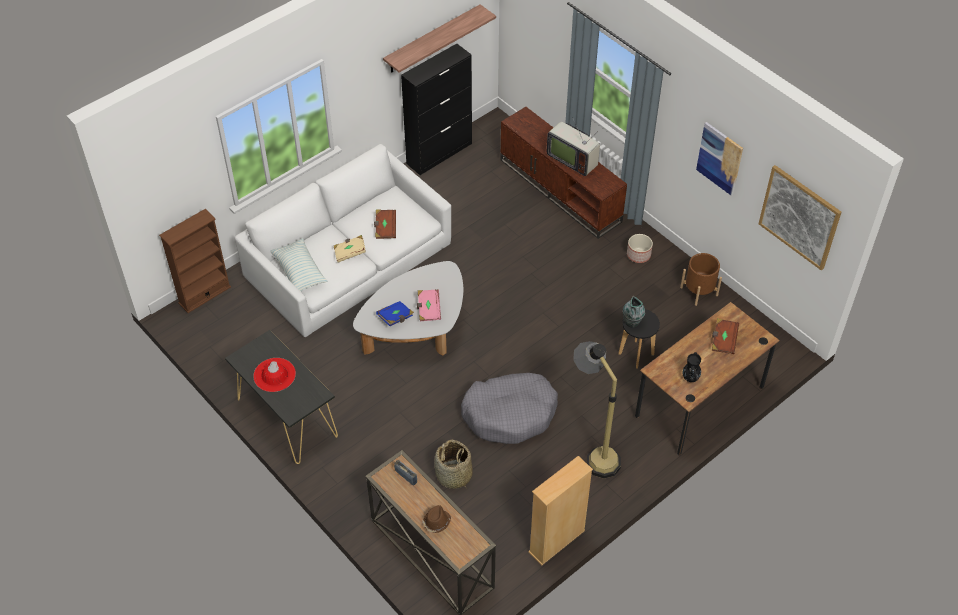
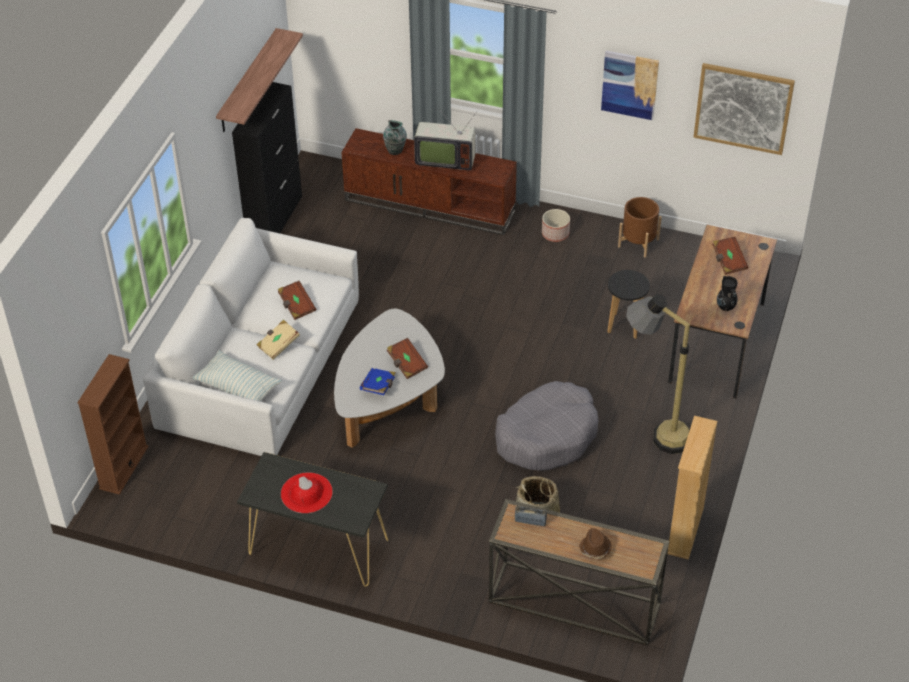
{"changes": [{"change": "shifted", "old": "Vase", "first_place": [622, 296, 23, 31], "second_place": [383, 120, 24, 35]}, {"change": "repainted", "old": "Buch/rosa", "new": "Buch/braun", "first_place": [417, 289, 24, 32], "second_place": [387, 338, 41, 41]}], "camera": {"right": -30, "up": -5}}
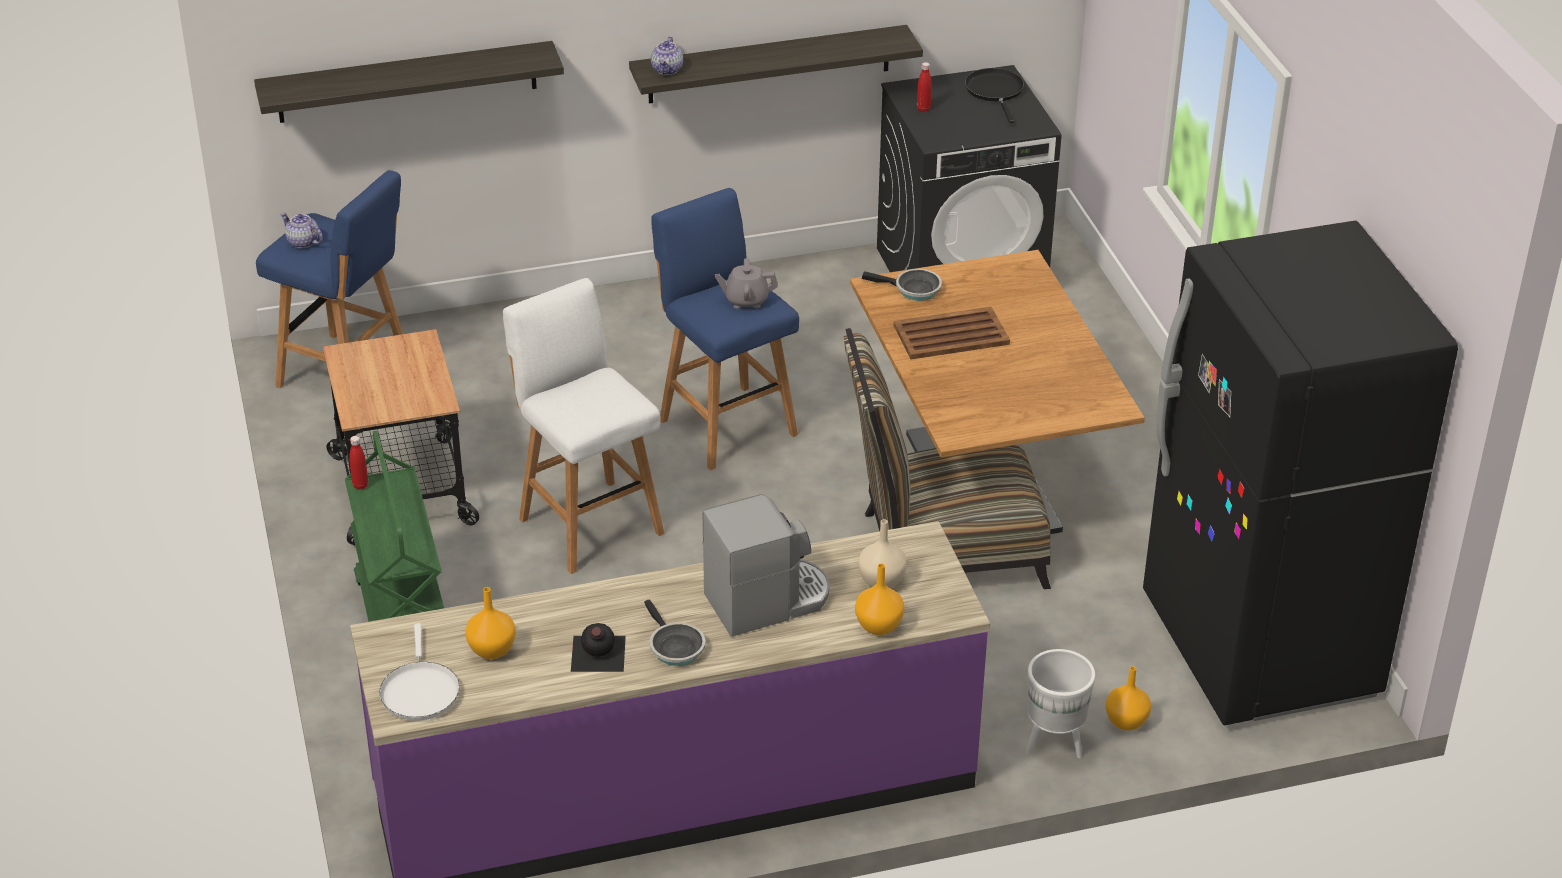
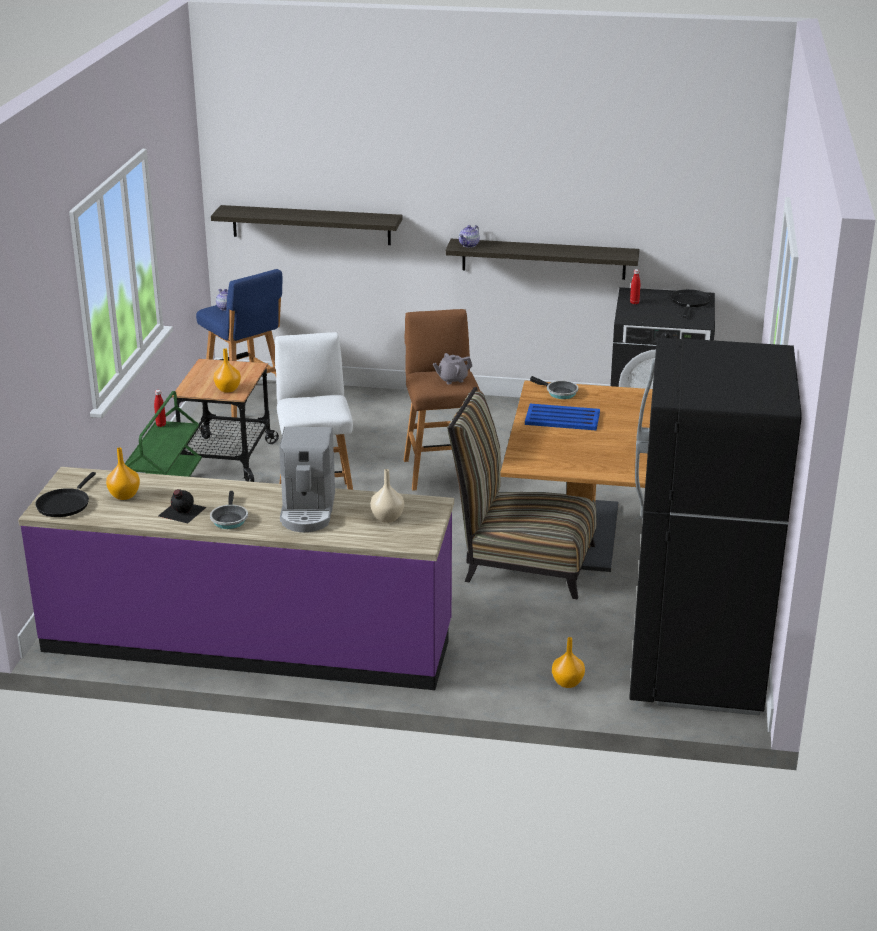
{"changes": [{"change": "repainted", "old": "Pfanne/weiß", "new": "Pfanne/schwarz", "first_place": [379, 623, 81, 98], "second_place": [35, 472, 61, 45]}, {"change": "shifted", "old": "Vase/orange", "first_place": [855, 564, 49, 71], "second_place": [214, 348, 27, 45]}, {"change": "rotated", "old": "Kaffeemaschine", "first_place": [702, 494, 128, 143], "second_place": [279, 427, 56, 105], "degrees": 90}, {"change": "repainted", "old": "Hocker/blau", "new": "Hocker/braun", "first_place": [651, 188, 148, 283], "second_place": [404, 309, 76, 182]}, {"change": "rotated", "old": "Teekanne/grau", "first_place": [715, 258, 63, 51], "second_place": [433, 353, 39, 31], "degrees": -45}, {"change": "repainted", "old": "Tablett/braun", "new": "Tablett/blau", "first_place": [894, 307, 116, 53], "second_place": [525, 404, 75, 27]}, {"change": "gone", "old": "Pflanzkübel/weiß", "first_place": [1025, 649, 70, 110]}], "camera": {"right": 25, "up": -10}}
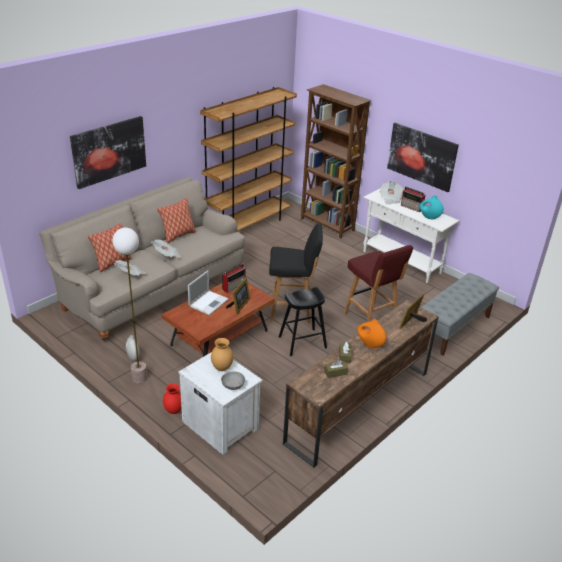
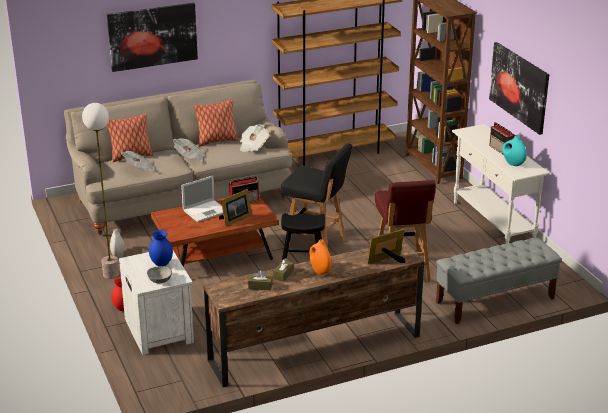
{"changes": [{"change": "repainted", "old": "Vase/braun", "new": "Vase/blau", "first_place": [211, 338, 22, 33], "second_place": [149, 230, 24, 36]}, {"change": "shifted", "old": "Zeitung", "first_place": [379, 181, 25, 24], "second_place": [240, 124, 29, 28]}], "camera": {"right": 25, "up": -5}}
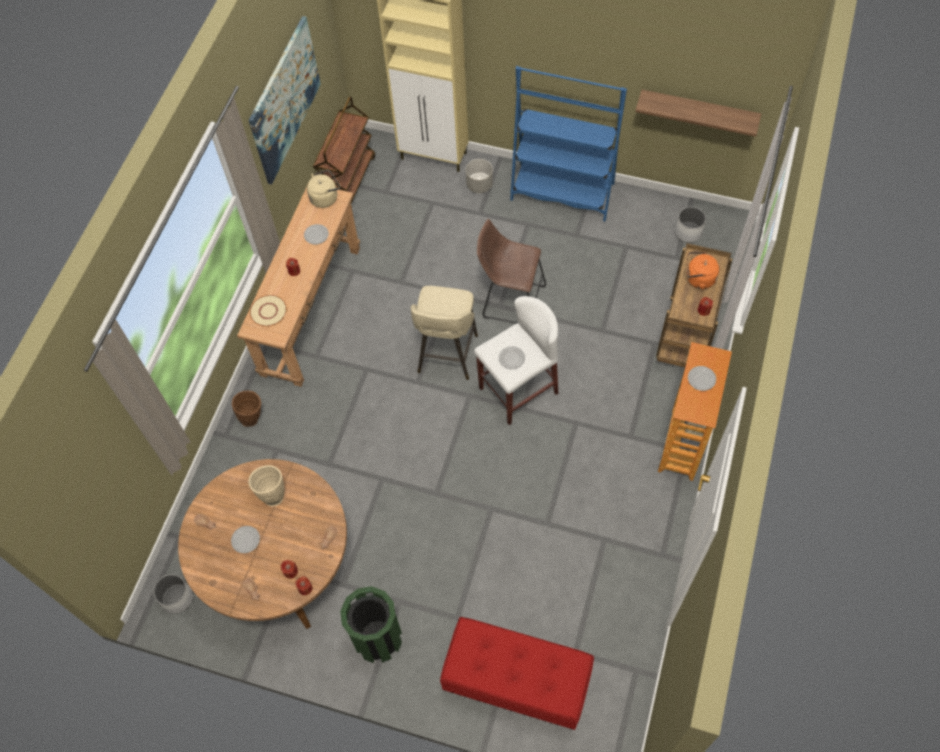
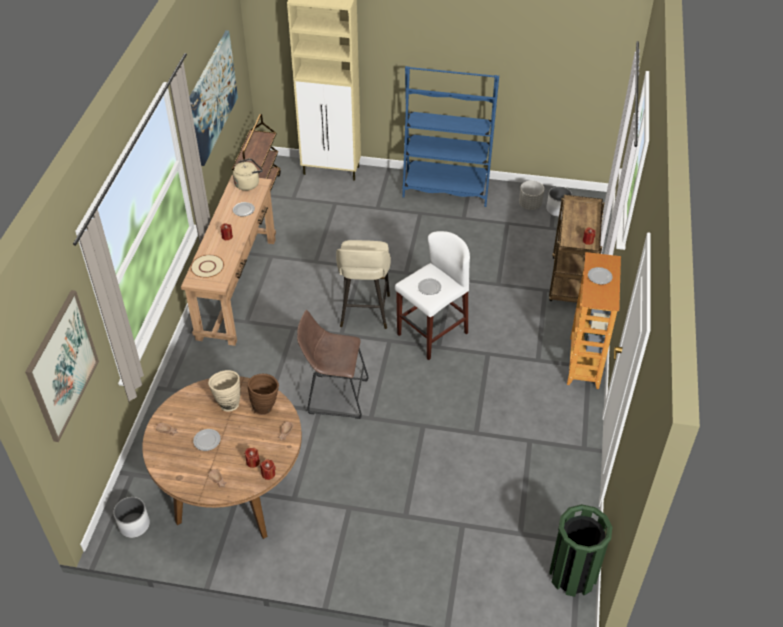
{"changes": [{"change": "new", "new": "Bild", "second_place": [25, 290, 74, 152]}, {"change": "shifted", "old": "Vase/braun", "first_place": [232, 391, 29, 36], "second_place": [248, 374, 31, 41]}, {"change": "shifted", "old": "Hocker/braun", "first_place": [477, 219, 69, 105], "second_place": [297, 310, 71, 109]}, {"change": "shifted", "old": "Pflanzkübel/grau", "first_place": [466, 159, 27, 34], "second_place": [519, 181, 25, 29]}, {"change": "shifted", "old": "Mülleimer/grün", "first_place": [340, 586, 62, 77], "second_place": [549, 504, 63, 93]}, {"change": "gone", "old": "Bank/rot", "first_place": [440, 617, 154, 113]}, {"change": "gone", "old": "Wandregal", "first_place": [635, 90, 126, 47]}, {"change": "gone", "old": "Wasserkessel/orange", "first_place": [687, 252, 32, 38]}], "camera": {"right": -10, "up": -15}}
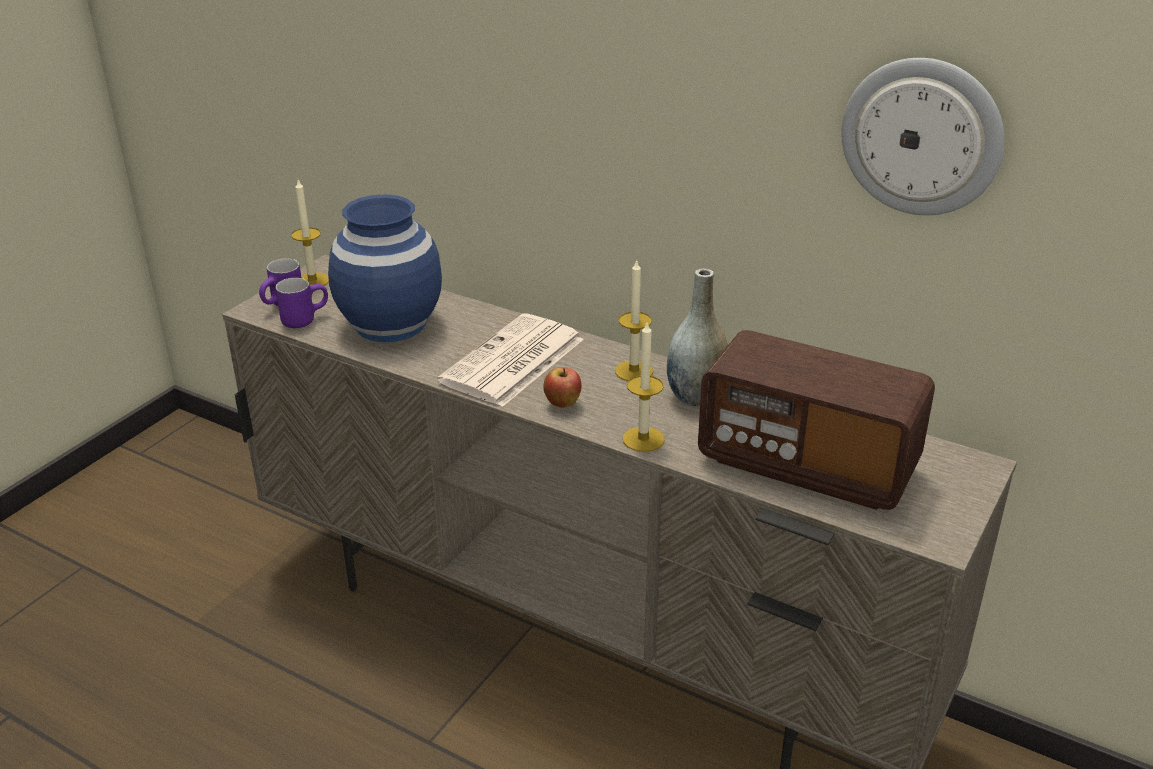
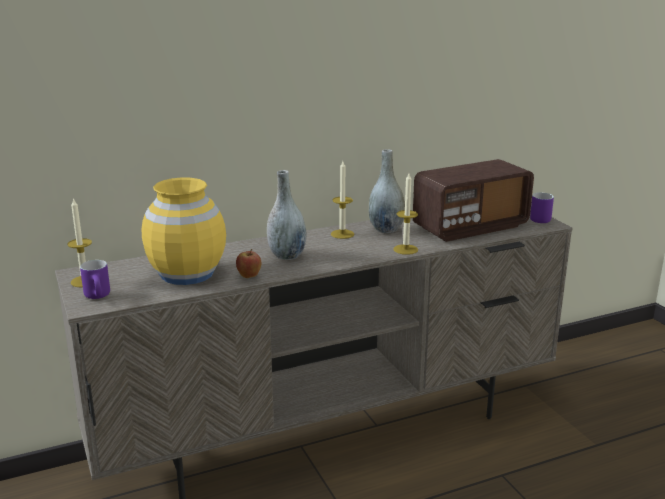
{"changes": [{"change": "repainted", "old": "Vase/blau", "new": "Vase/gelb", "first_place": [328, 194, 114, 148], "second_place": [141, 177, 85, 108]}, {"change": "shifted", "old": "Apfel", "first_place": [543, 367, 38, 41], "second_place": [236, 249, 25, 29]}, {"change": "swapped", "old": "Zeitung", "new": "Vase/grau", "first_place": [437, 313, 147, 94], "second_place": [267, 170, 40, 90]}, {"change": "shifted", "old": "Henkelbecher/lila", "first_place": [276, 278, 52, 50], "second_place": [530, 193, 24, 30]}, {"change": "gone", "old": "Wanduhr", "first_place": [841, 58, 164, 157]}], "camera": {"right": -55, "up": -10}}
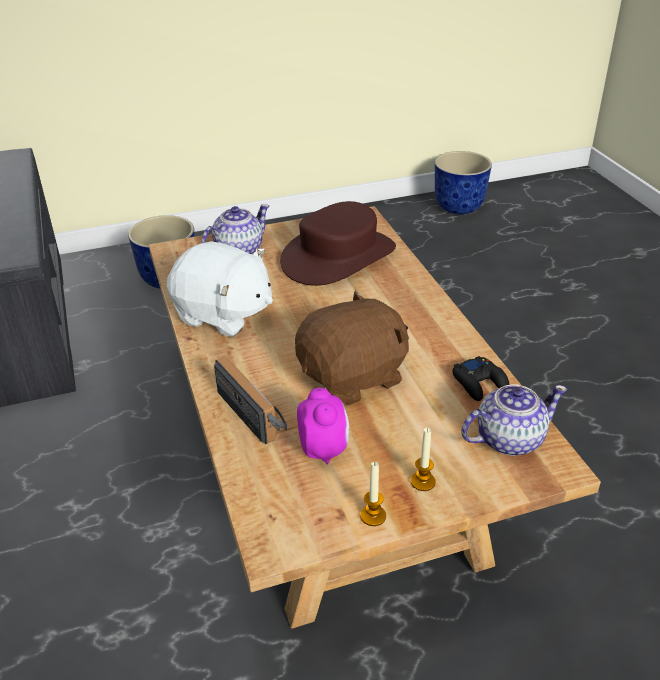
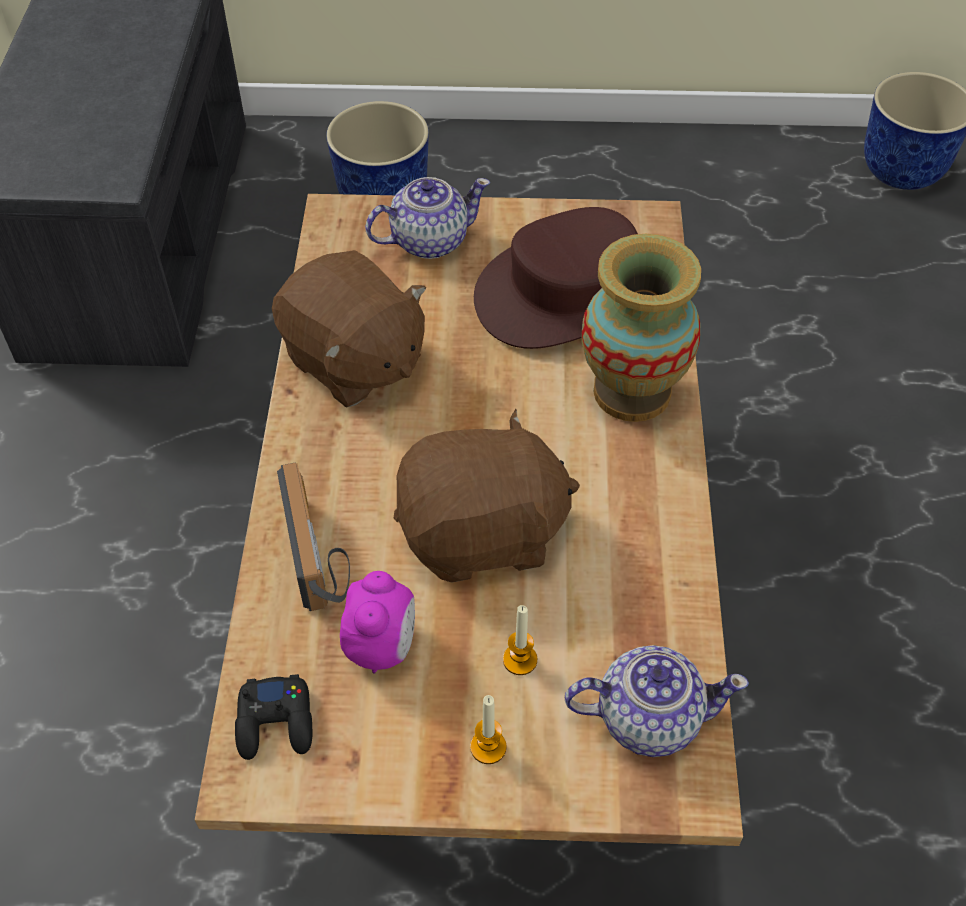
{"changes": [{"change": "shifted", "old": "Gamepad/schwarz", "first_place": [452, 356, 57, 45], "second_place": [235, 674, 77, 86]}, {"change": "repainted", "old": "Plüschtier/weiß", "new": "Plüschtier/braun", "first_place": [167, 241, 106, 96], "second_place": [272, 250, 154, 158]}, {"change": "shifted", "old": "Kerze", "first_place": [360, 462, 26, 64], "second_place": [503, 605, 34, 70]}, {"change": "new", "new": "Vase", "second_place": [581, 234, 120, 188]}], "camera": {"right": 20, "up": 15}}
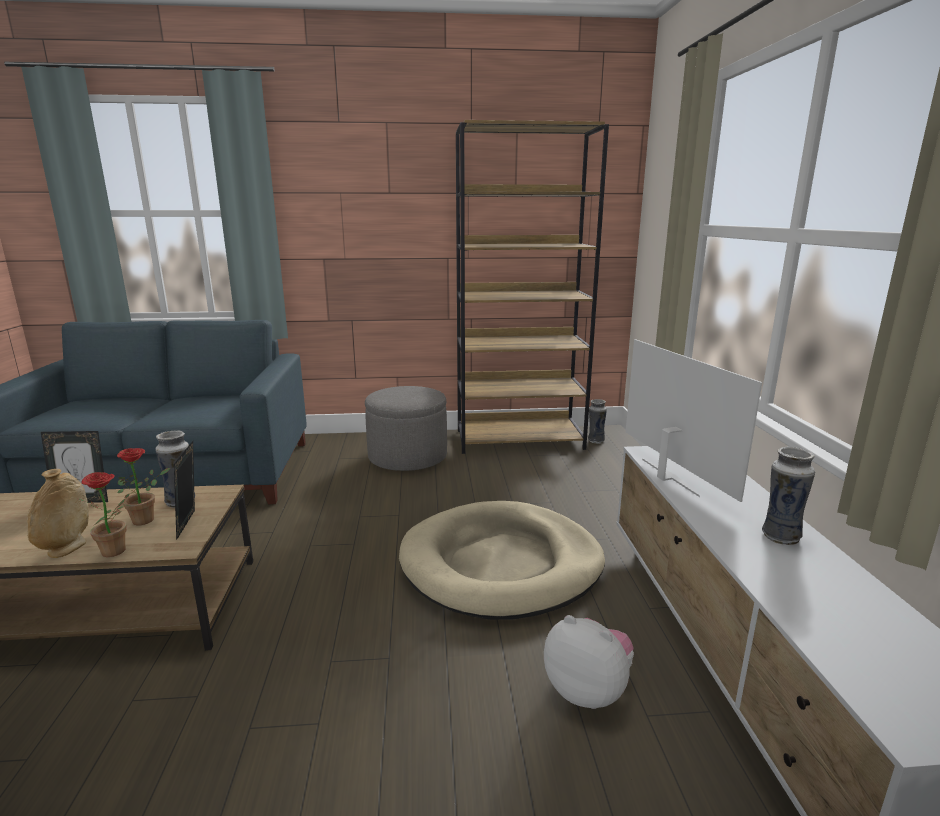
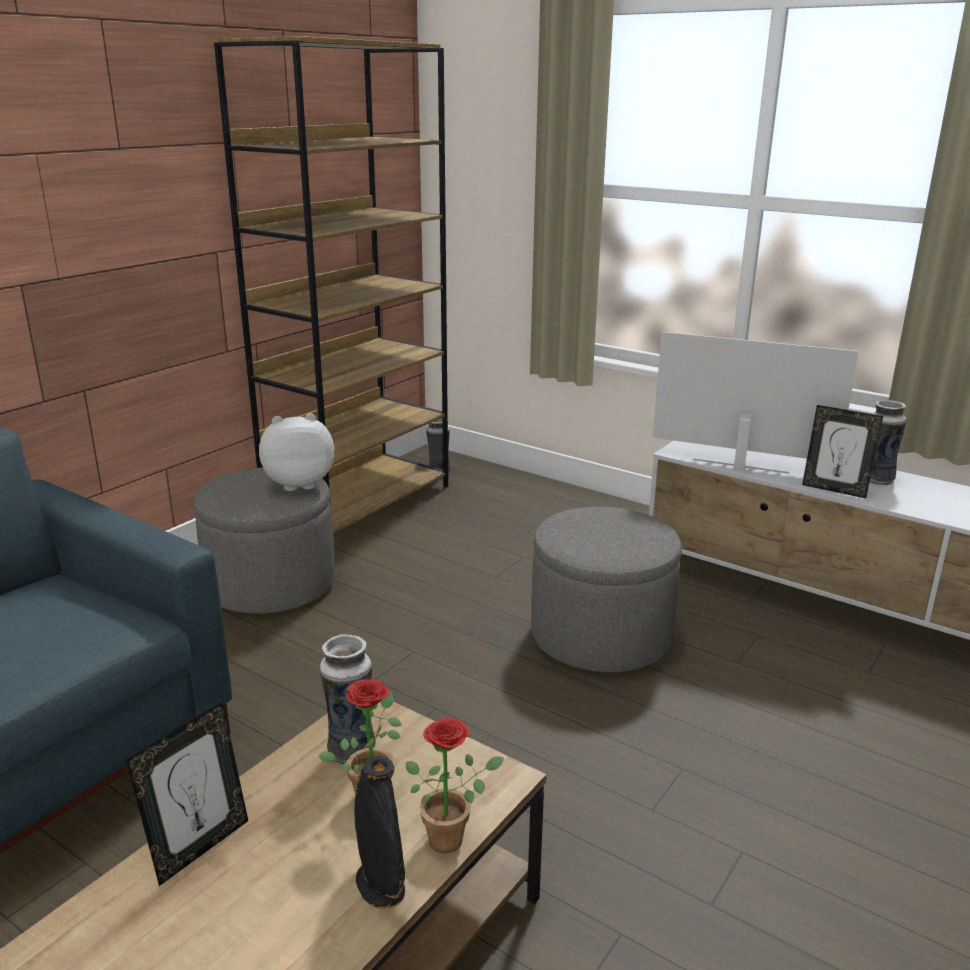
{"changes": [{"change": "shifted", "old": "Plüschtier", "first_place": [544, 615, 90, 94], "second_place": [259, 413, 75, 78]}, {"change": "repainted", "old": "Vase/beige", "new": "Vase/schwarz", "first_place": [27, 469, 62, 89], "second_place": [354, 756, 51, 153]}, {"change": "swapped", "old": "Hundebett/beige", "new": "Polsterhocker/grau", "first_place": [399, 501, 206, 119], "second_place": [531, 507, 151, 165]}, {"change": "shifted", "old": "Bilderrahmen", "first_place": [174, 441, 21, 99], "second_place": [802, 405, 81, 93]}], "camera": {"right": -50, "up": 5}}
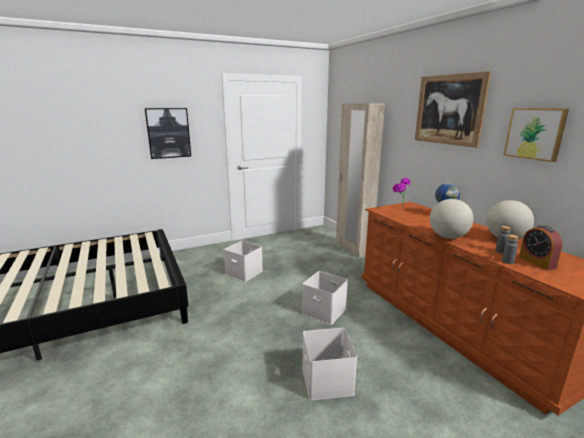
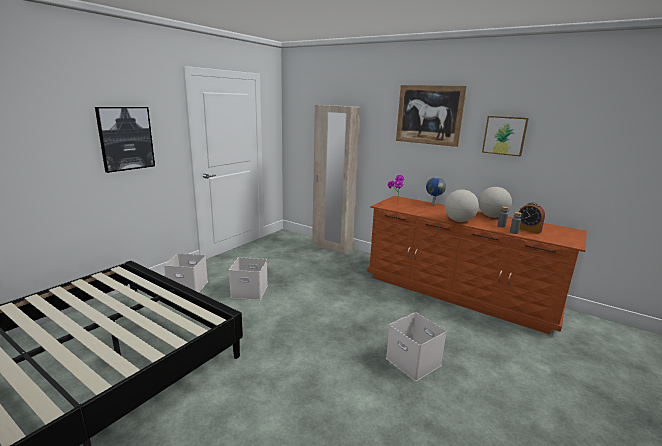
{"changes": [{"change": "shifted", "old": "Aufbewahrungsbox/weiß", "first_place": [302, 271, 46, 54], "second_place": [164, 253, 44, 39]}], "camera": {"right": -30, "up": 0}}
